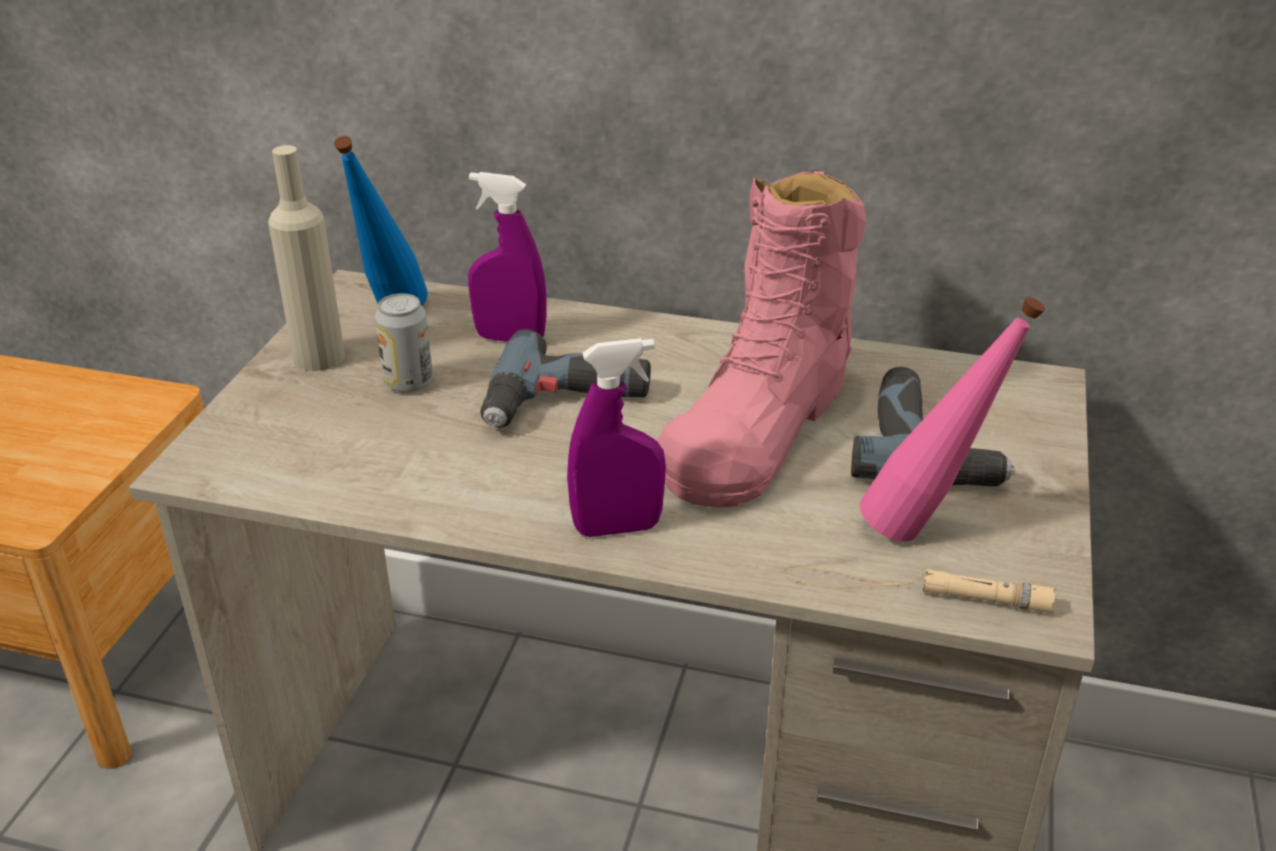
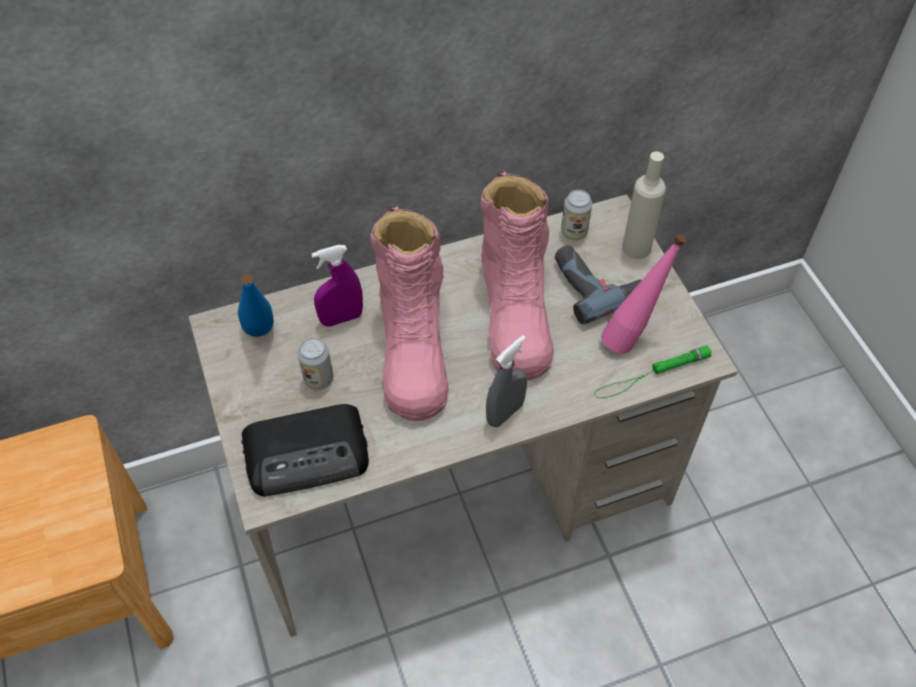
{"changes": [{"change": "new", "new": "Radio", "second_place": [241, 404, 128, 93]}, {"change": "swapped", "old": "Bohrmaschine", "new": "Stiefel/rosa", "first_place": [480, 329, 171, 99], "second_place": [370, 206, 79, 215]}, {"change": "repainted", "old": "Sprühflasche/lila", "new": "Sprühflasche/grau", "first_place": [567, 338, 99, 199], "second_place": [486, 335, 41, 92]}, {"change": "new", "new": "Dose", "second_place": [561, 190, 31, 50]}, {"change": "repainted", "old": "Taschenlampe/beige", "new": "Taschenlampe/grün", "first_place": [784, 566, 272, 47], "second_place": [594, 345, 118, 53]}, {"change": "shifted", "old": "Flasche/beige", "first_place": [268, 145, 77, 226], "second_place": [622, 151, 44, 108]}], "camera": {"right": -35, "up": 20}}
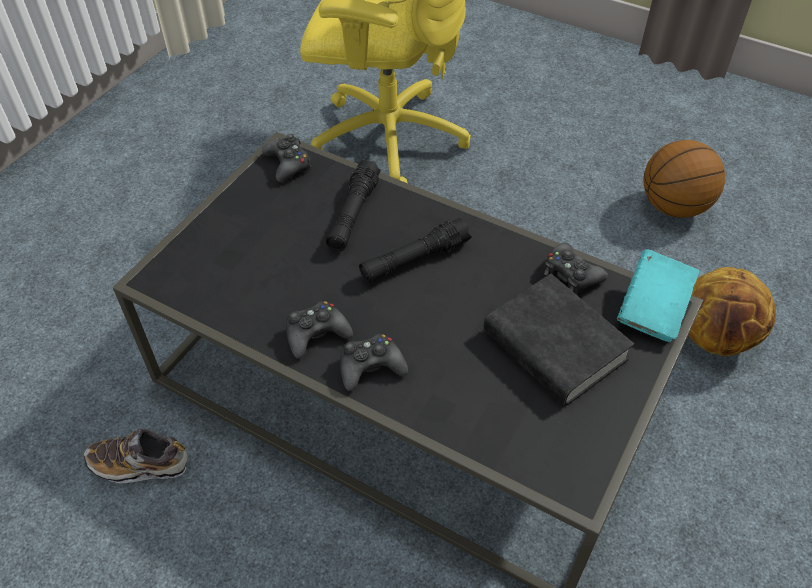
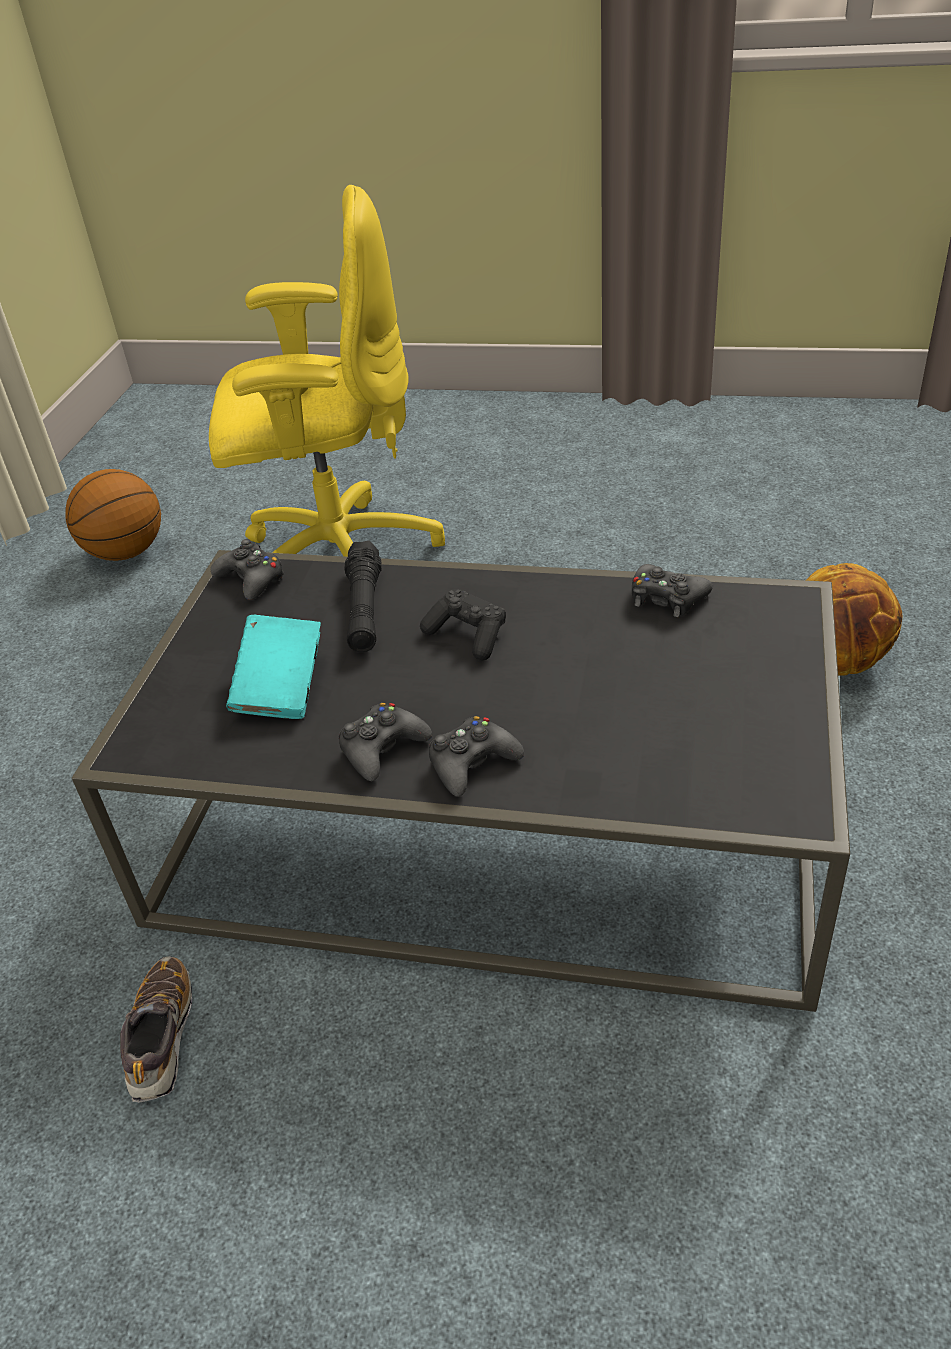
{"changes": [{"change": "shifted", "old": "Basketball", "first_place": [644, 140, 81, 78], "second_place": [65, 469, 96, 92]}, {"change": "rotated", "old": "Schuh", "first_place": [84, 429, 104, 54], "second_place": [120, 957, 72, 146], "degrees": 105}, {"change": "shifted", "old": "Buch/türkis", "first_place": [617, 249, 82, 93], "second_place": [226, 615, 95, 104]}, {"change": "swapped", "old": "Taschenlampe/schwarz", "new": "Gamepad/schwarz", "first_place": [359, 217, 113, 66], "second_place": [420, 589, 86, 72]}, {"change": "gone", "old": "Buch/schwarz", "first_place": [483, 274, 151, 132]}], "camera": {"right": -15, "up": -10}}
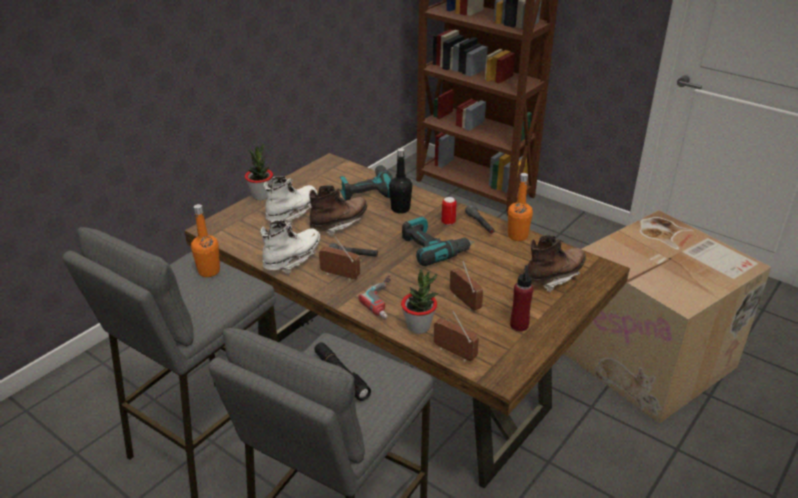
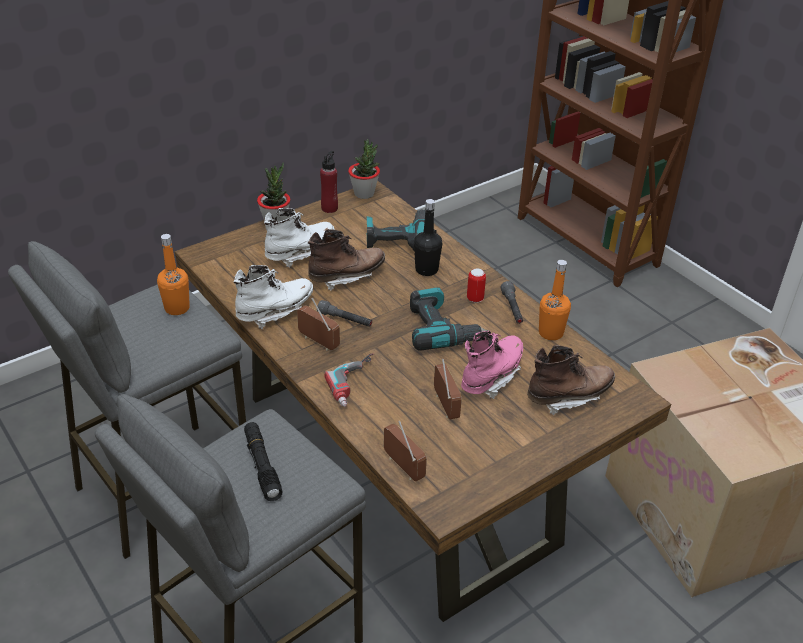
{"changes": [{"change": "shifted", "old": "Flasche/rot", "first_place": [510, 265, 23, 66], "second_place": [320, 151, 18, 62]}, {"change": "shifted", "old": "Topfpflanze", "first_place": [401, 269, 37, 65], "second_place": [348, 139, 32, 60]}, {"change": "new", "new": "Stiefel/rosa", "second_place": [461, 331, 62, 68]}], "camera": {"right": 15, "up": 5}}
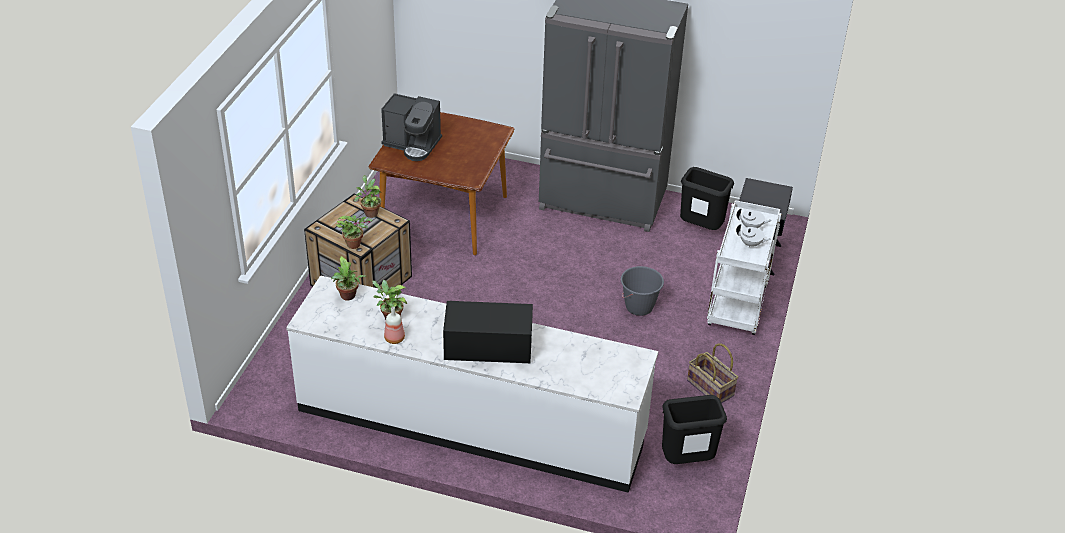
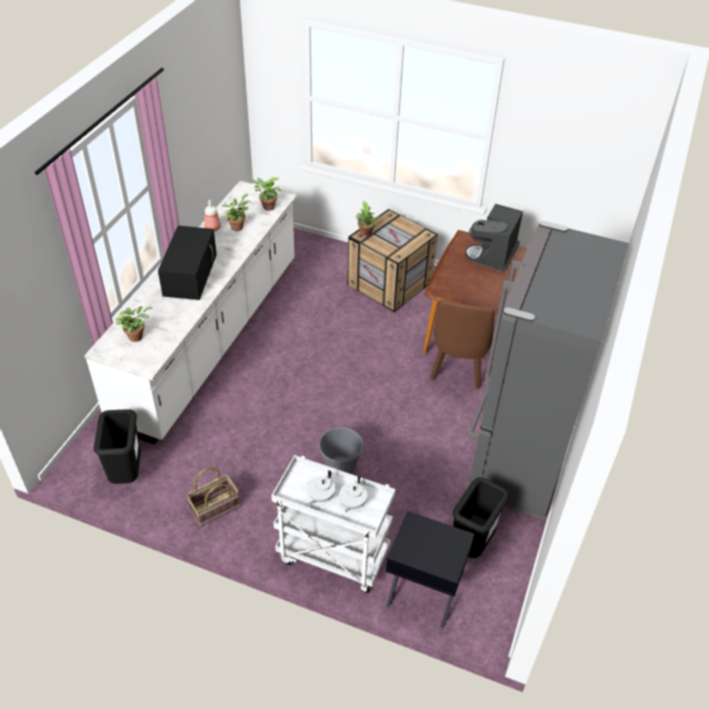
{"changes": [{"change": "shifted", "old": "Topfpflanze", "first_place": [354, 175, 27, 43], "second_place": [115, 306, 38, 36]}, {"change": "new", "new": "Stuhl/braun", "second_place": [430, 299, 64, 90]}], "camera": {"right": 95, "up": 5}}
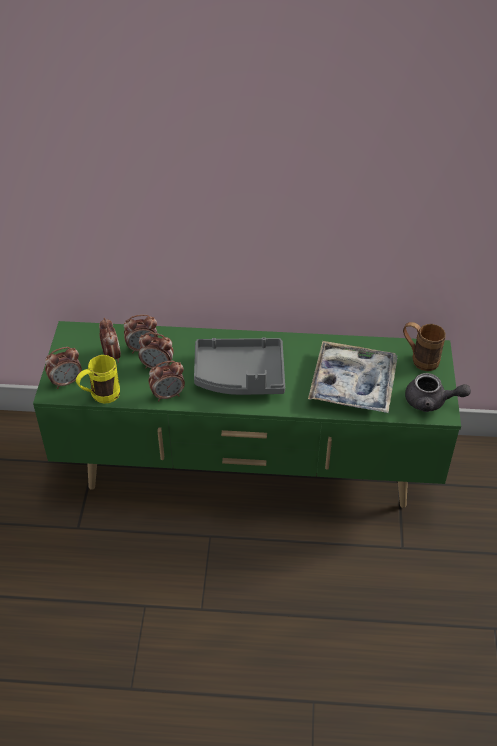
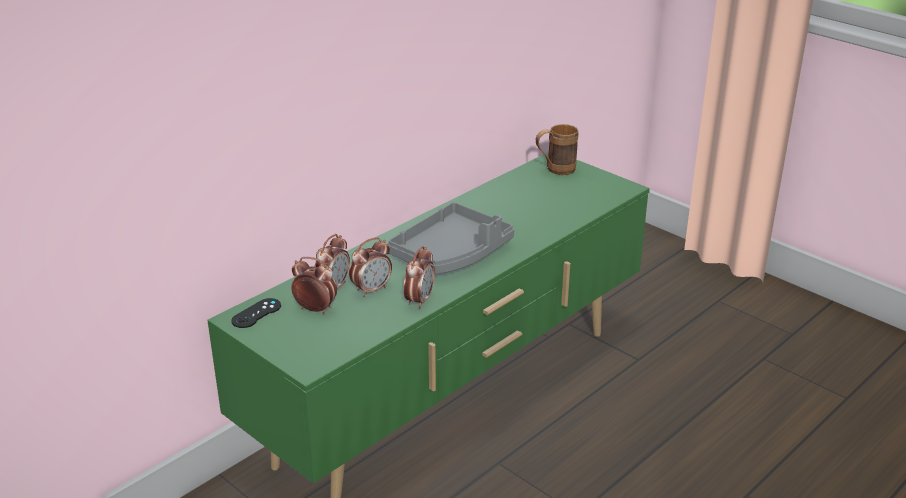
{"changes": [{"change": "new", "new": "Gamepad/schwarz", "second_place": [231, 298, 50, 30]}, {"change": "gone", "old": "Wecker", "first_place": [45, 347, 37, 42]}, {"change": "gone", "old": "Henkelbecher/gelb", "first_place": [76, 355, 44, 49]}, {"change": "gone", "old": "Tablett", "first_place": [308, 341, 89, 72]}, {"change": "gone", "old": "Teekanne/grau", "first_place": [405, 373, 66, 39]}], "camera": {"right": -50, "up": -15}}
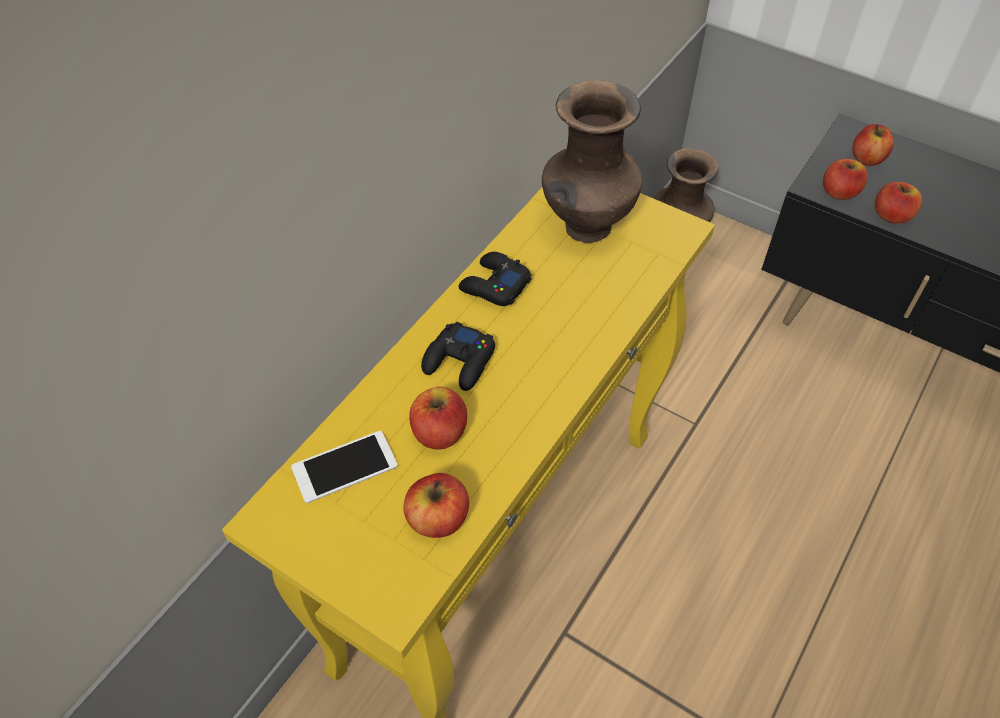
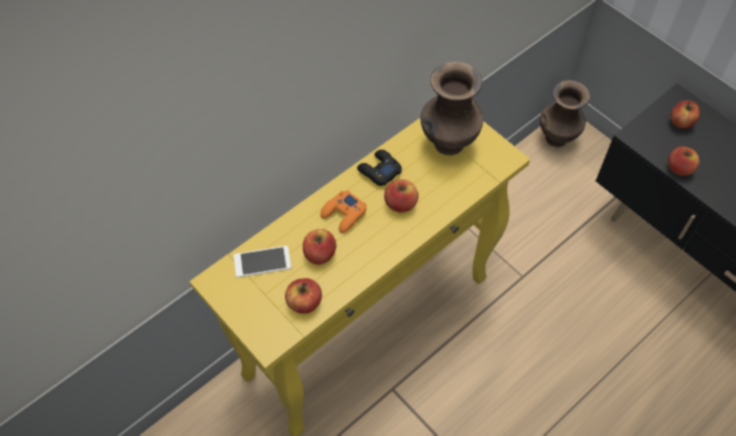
{"changes": [{"change": "repainted", "old": "Gamepad/schwarz", "new": "Gamepad/orange", "first_place": [421, 321, 74, 70], "second_place": [320, 190, 46, 43]}, {"change": "shifted", "old": "Apfel", "first_place": [823, 159, 45, 41], "second_place": [384, 179, 34, 33]}], "camera": {"right": 15, "up": 5}}
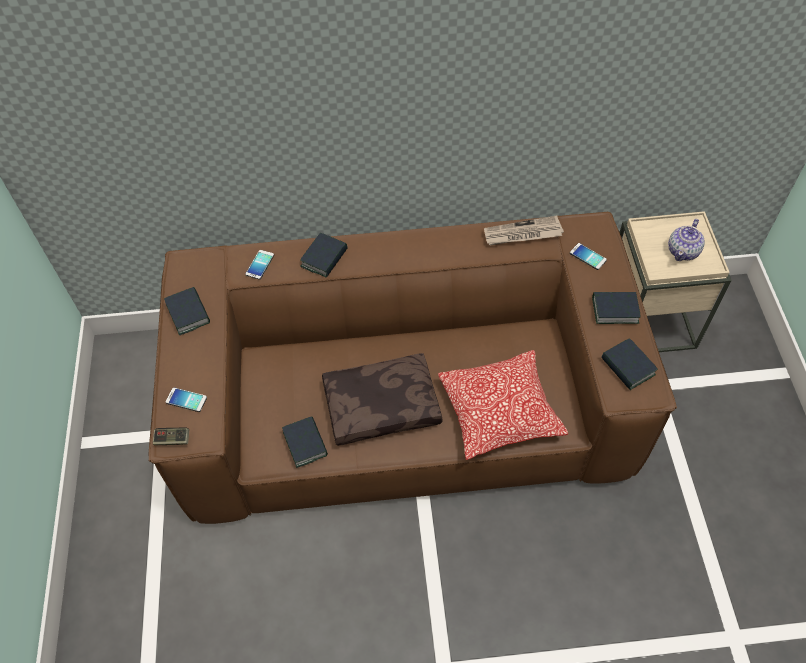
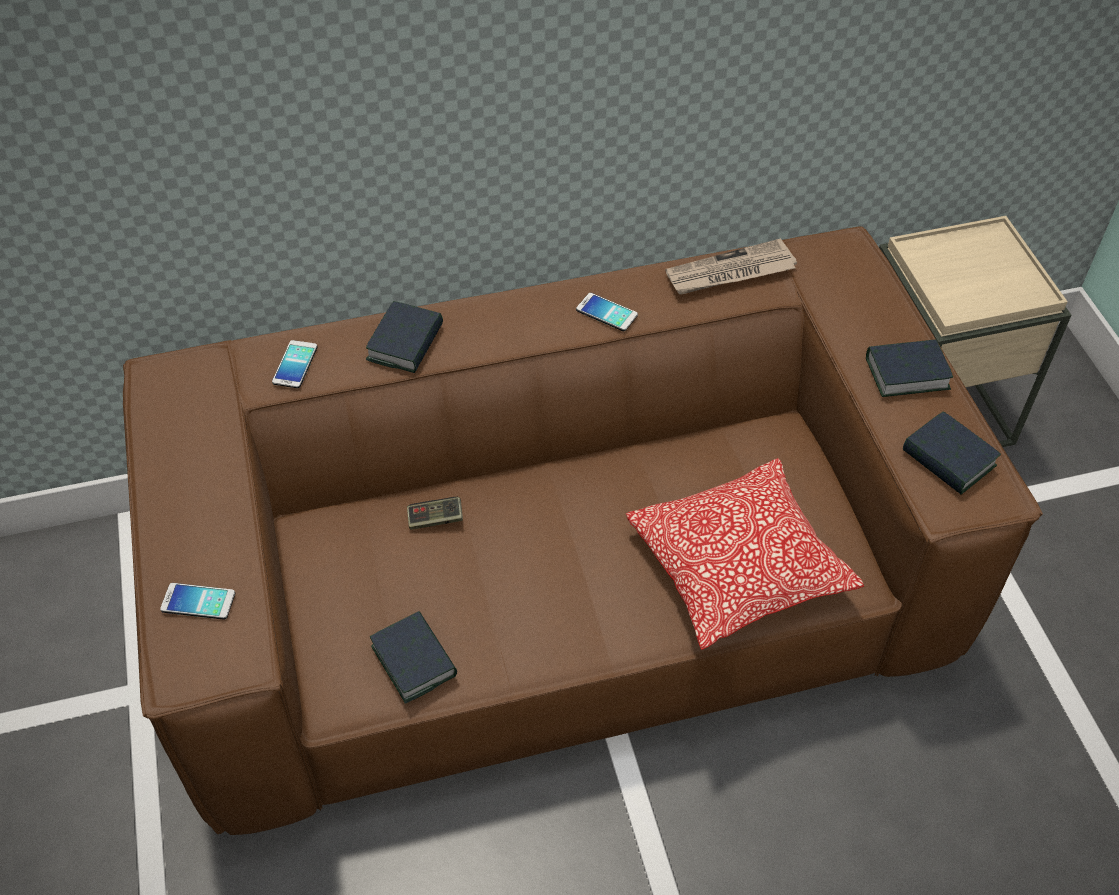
{"changes": [{"change": "shifted", "old": "Gamepad", "first_place": [153, 427, 36, 18], "second_place": [407, 497, 56, 33]}, {"change": "shifted", "old": "Handy", "first_place": [570, 243, 37, 27], "second_place": [576, 293, 62, 38]}, {"change": "gone", "old": "Buch", "first_place": [164, 287, 46, 48]}, {"change": "gone", "old": "Kissen/braun", "first_place": [322, 353, 121, 93]}, {"change": "gone", "old": "Teekanne", "first_place": [668, 219, 37, 42]}], "camera": {"right": -10, "up": -5}}
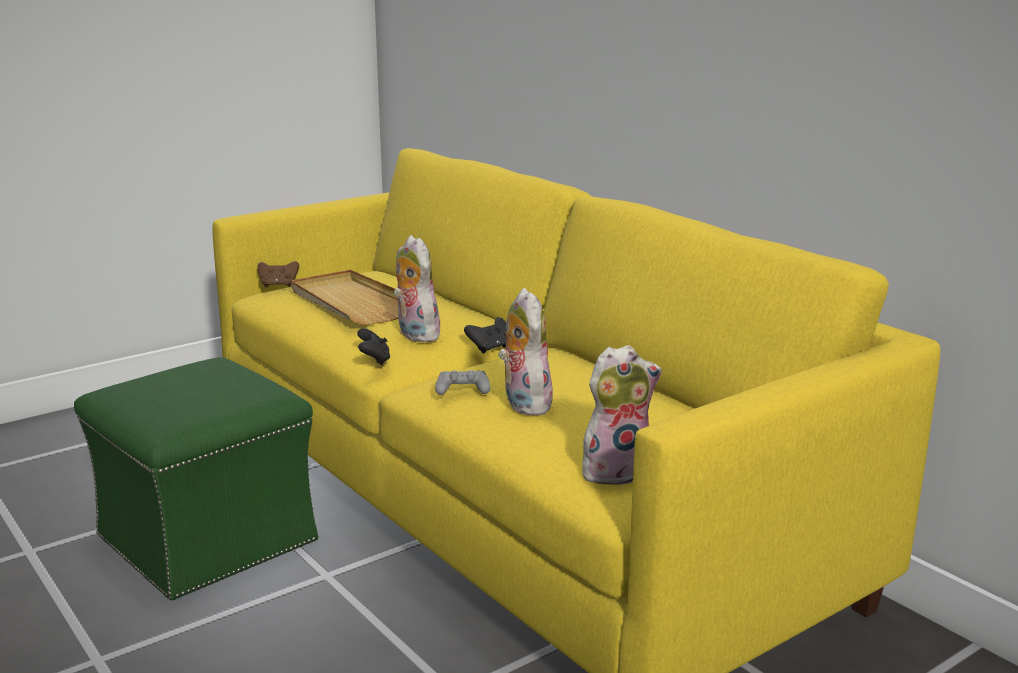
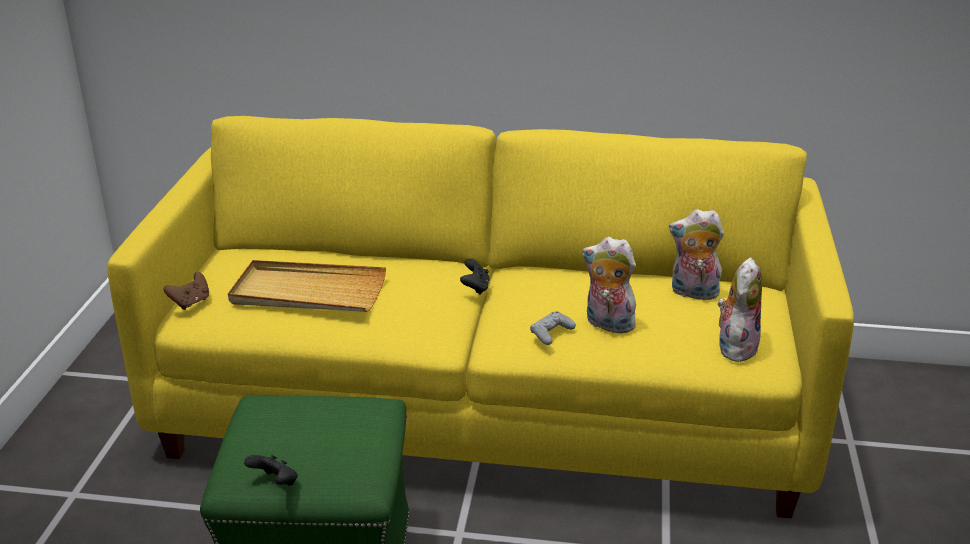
{"changes": [{"change": "shifted", "old": "Gamepad/schwarz", "first_place": [357, 328, 33, 37], "second_place": [244, 455, 54, 31]}, {"change": "shifted", "old": "Plüschtier", "first_place": [393, 235, 47, 107], "second_place": [669, 209, 55, 91]}], "camera": {"right": -45, "up": 10}}
